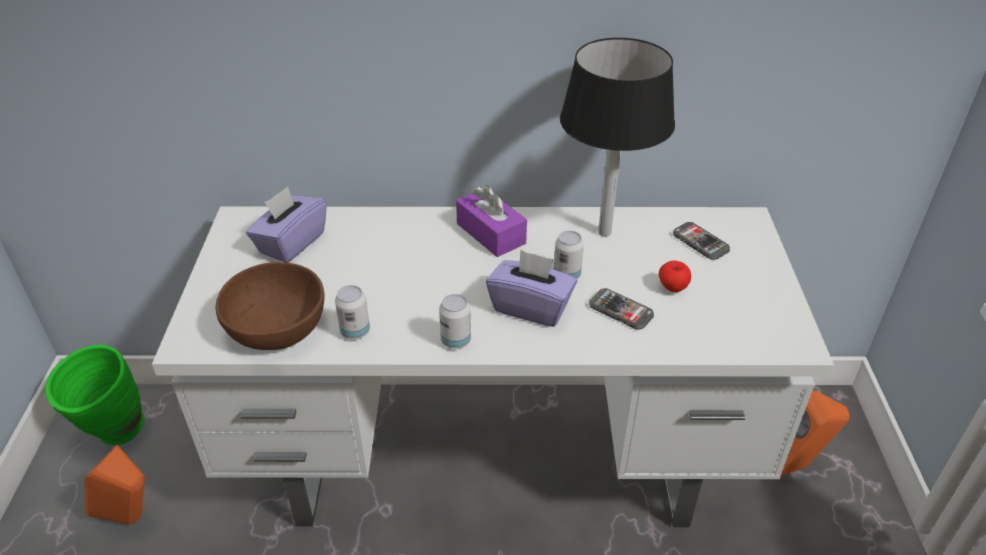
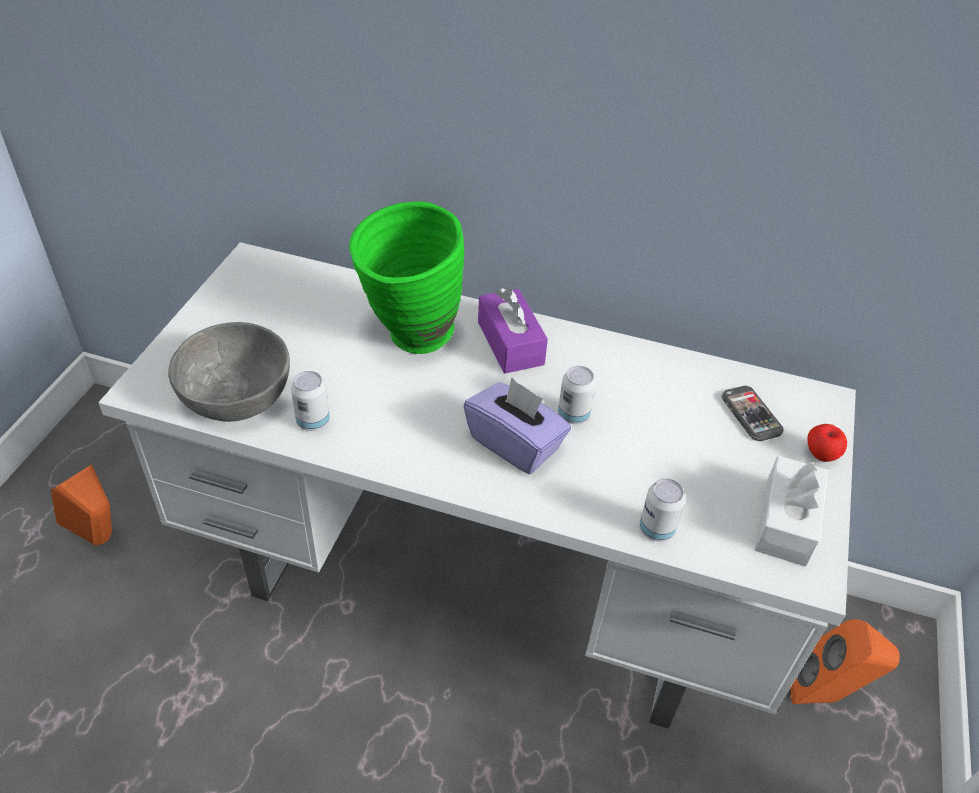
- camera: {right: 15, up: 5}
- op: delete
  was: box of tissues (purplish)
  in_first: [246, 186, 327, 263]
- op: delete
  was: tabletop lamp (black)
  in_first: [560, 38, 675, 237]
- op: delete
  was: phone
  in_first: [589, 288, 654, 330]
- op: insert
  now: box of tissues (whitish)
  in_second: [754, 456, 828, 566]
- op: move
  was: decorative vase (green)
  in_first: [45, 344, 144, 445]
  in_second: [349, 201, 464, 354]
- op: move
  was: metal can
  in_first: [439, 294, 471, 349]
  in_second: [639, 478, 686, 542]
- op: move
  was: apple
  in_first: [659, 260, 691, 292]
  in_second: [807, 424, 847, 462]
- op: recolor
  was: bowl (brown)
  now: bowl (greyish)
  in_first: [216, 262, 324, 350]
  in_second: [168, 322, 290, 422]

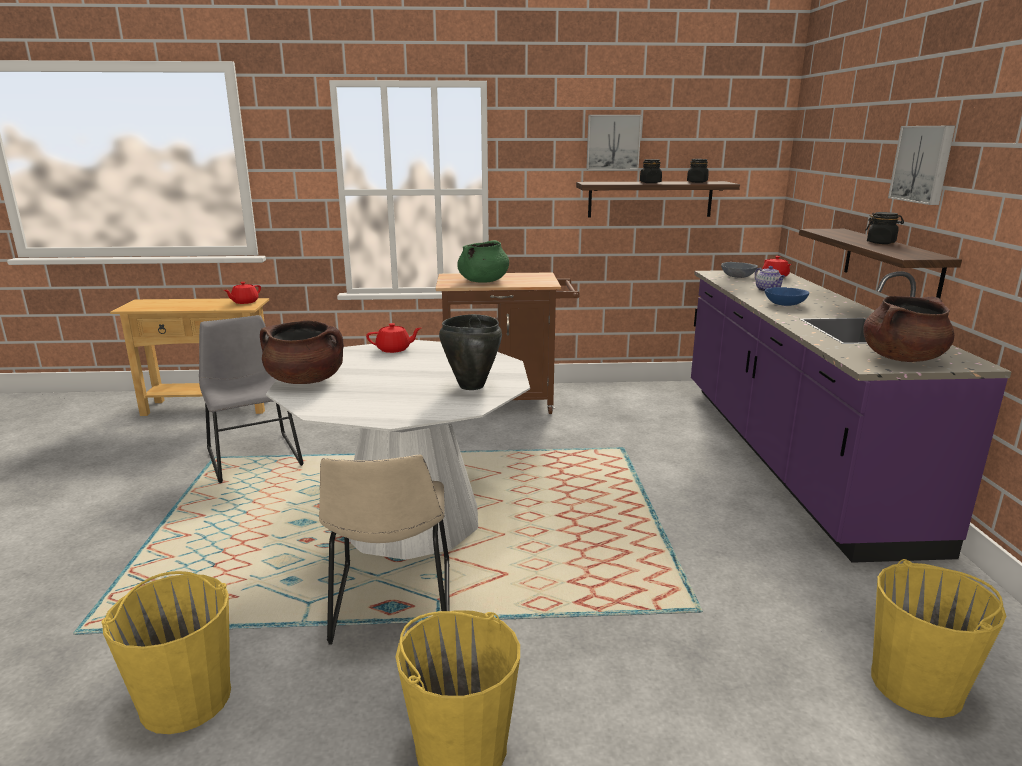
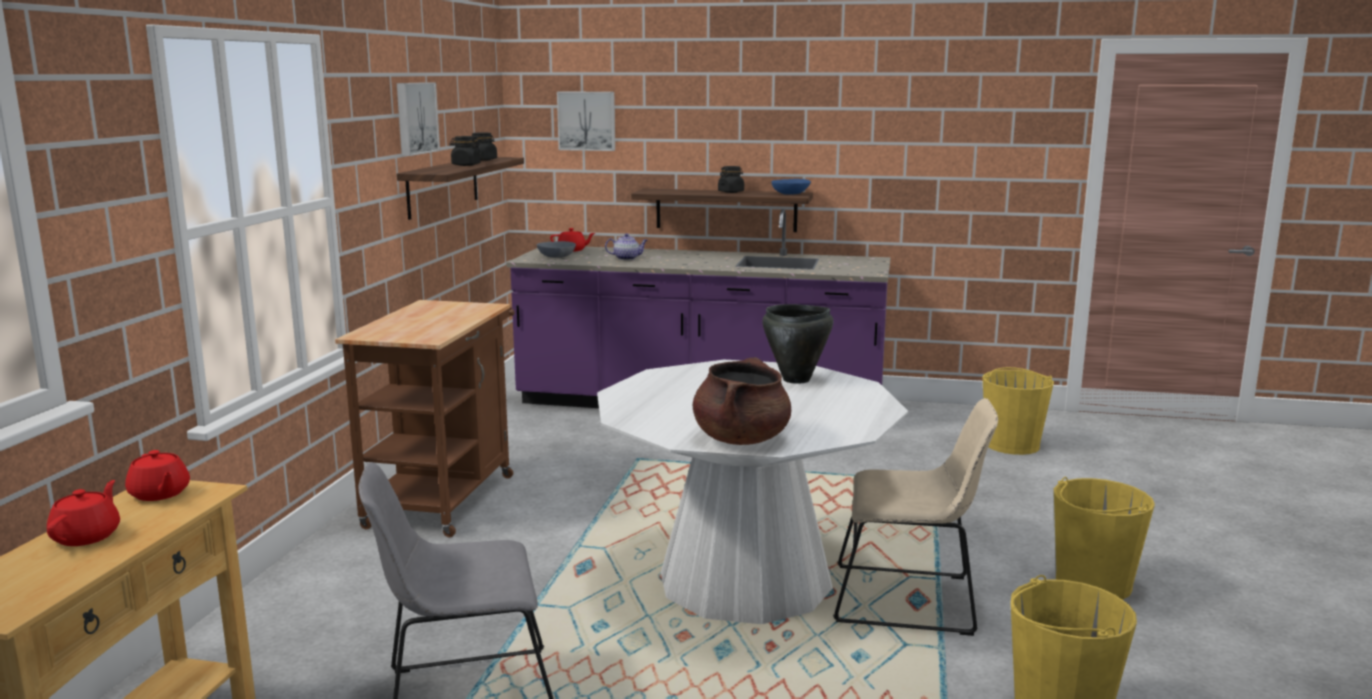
- camera: {right: -75, up: -5}
- op: delete
  was: stockpot (green)
  in_first: [457, 240, 509, 283]
- op: delete
  was: stockpot (brown)
  in_first: [863, 296, 954, 362]
- op: move
  was: tea pot (red-coloured)
  in_first: [366, 323, 421, 353]
  in_second: [47, 480, 120, 546]
- op: move
  was: bowl (blue-coloured)
  in_first: [765, 287, 809, 306]
  in_second: [771, 179, 811, 195]
- op: move
  was: picture
  in_first: [888, 126, 955, 205]
  in_second: [557, 92, 615, 151]

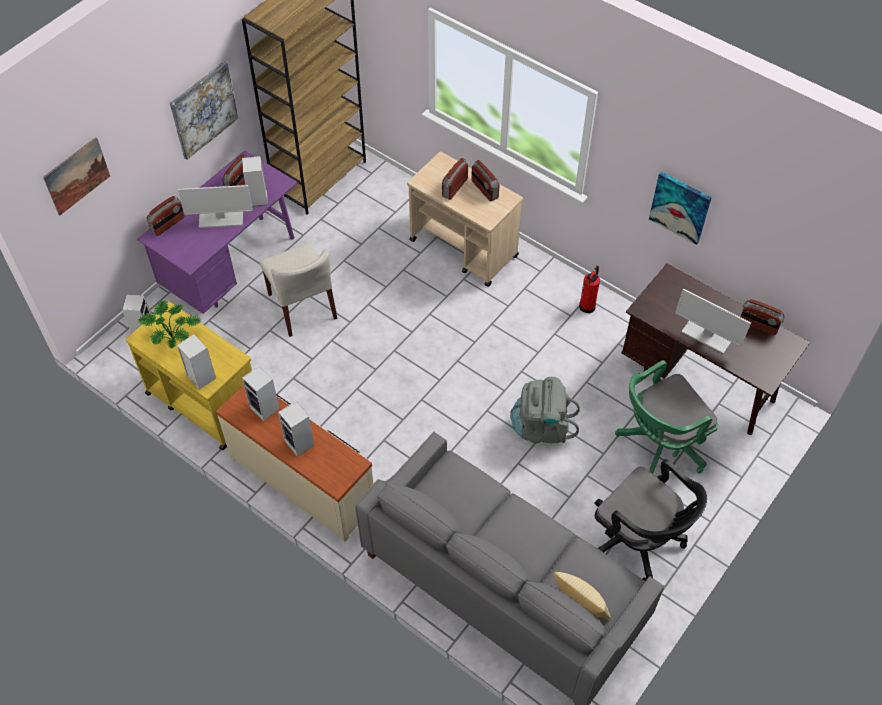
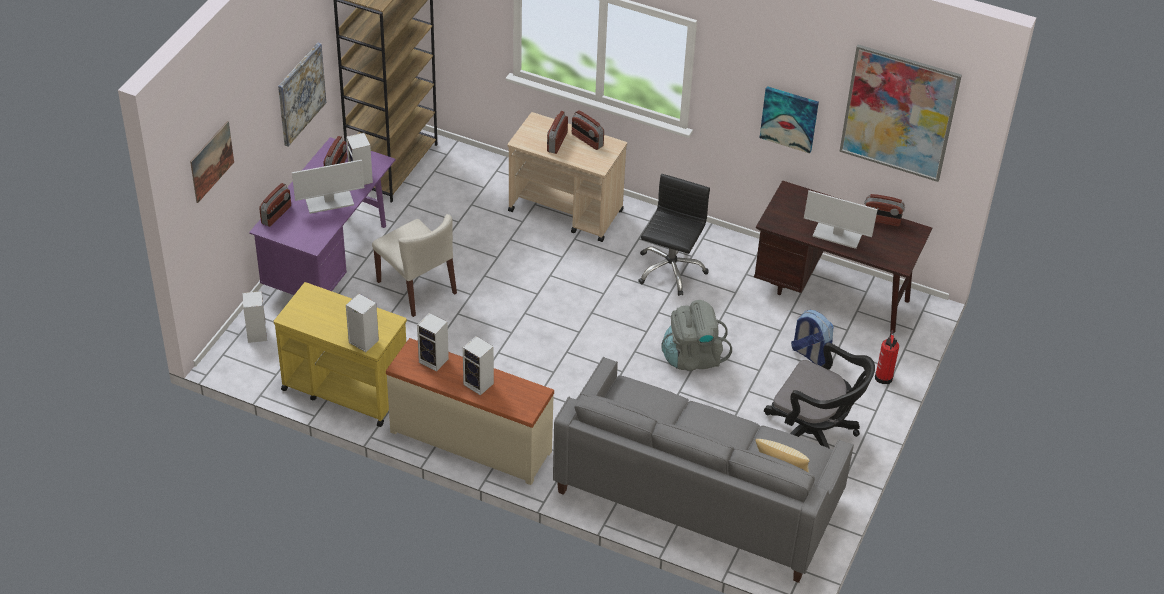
- camera: {right: -15, up: -10}
- op: delete
  was: plant in a pot
  in_first: [139, 300, 201, 348]
- op: insert
  now: computer chair (black)
  in_second: [638, 174, 710, 296]
- op: insert
  now: picture
  in_second: [839, 45, 962, 182]
- op: move
  was: fire extinguisher
  in_first: [579, 266, 600, 313]
  in_second: [875, 330, 899, 384]
- op: replace
  was: computer chair (green)
  now: backpack
  in_first: [615, 360, 718, 474]
  in_second: [791, 310, 834, 366]

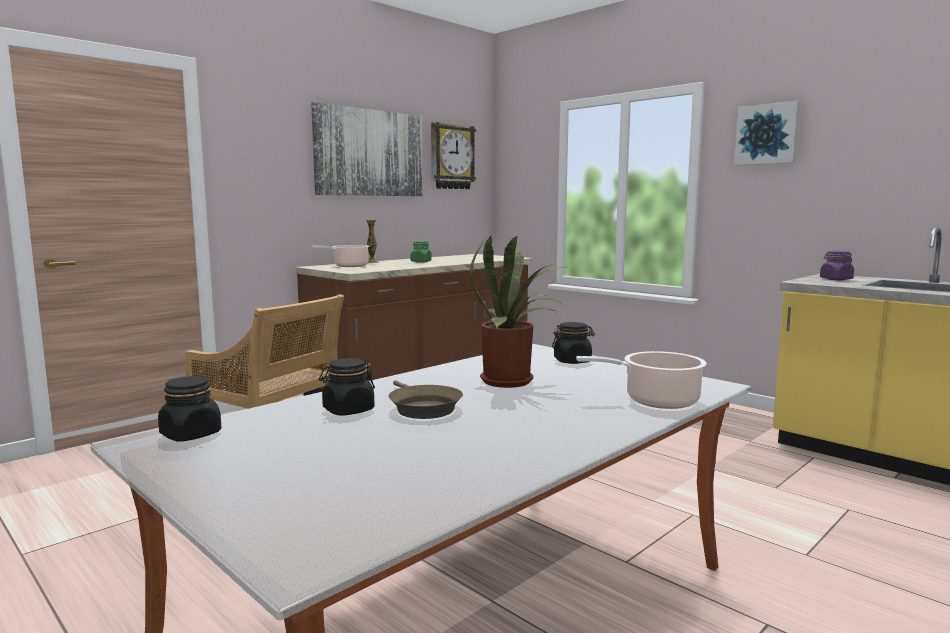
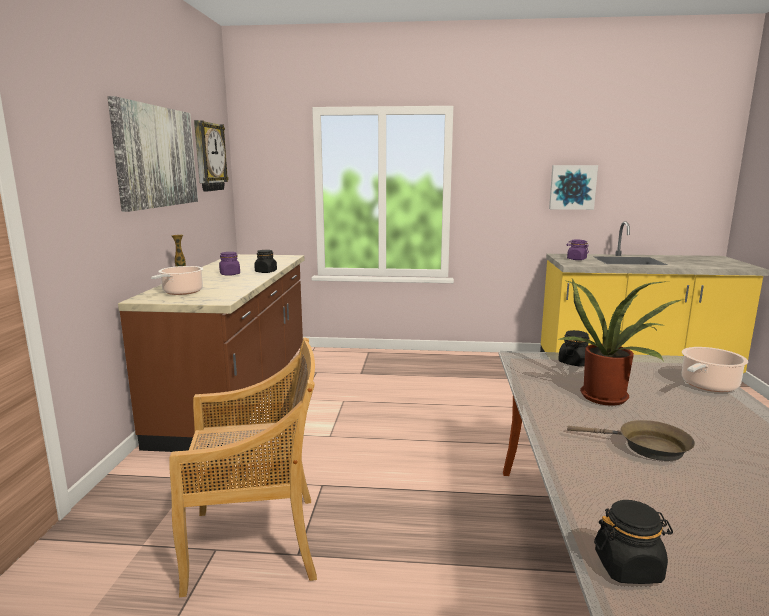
- camera: {right: -40, up: 5}
- op: move
  was: jar (black)
  in_first: [319, 358, 375, 416]
  in_second: [254, 250, 277, 273]
- op: move
  was: picture
  in_first: [734, 101, 800, 165]
  in_second: [549, 165, 598, 210]
- op: recolor
  was: jar (green)
  now: jar (purplish)
  in_first: [411, 241, 432, 263]
  in_second: [219, 252, 240, 276]

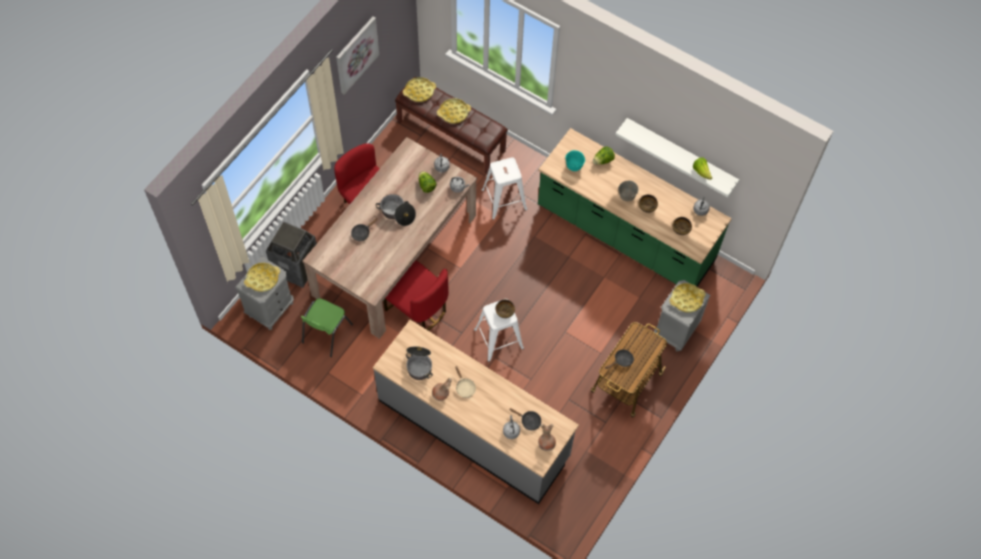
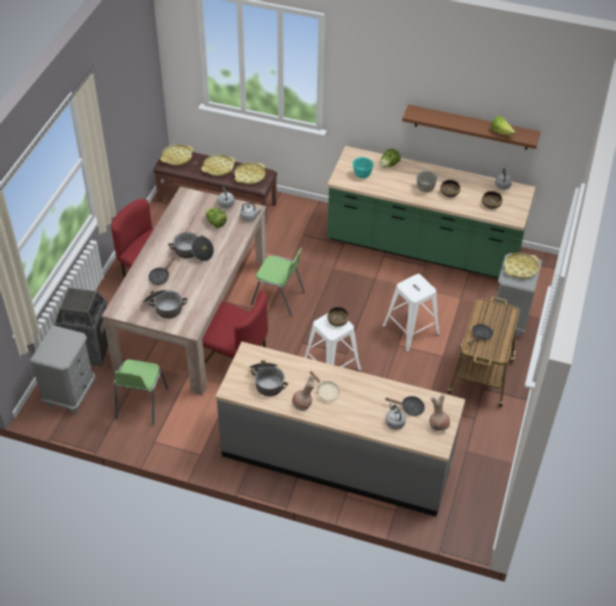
- camera: {right: -15, up: -15}
- op: delete
  was: picture
  in_first: [336, 17, 379, 94]
- op: insert
  now: stockpot
  in_second: [142, 290, 187, 318]
- op: insert
  now: chair (green)
  in_second: [251, 248, 305, 316]
- op: move
  was: tray (yellow-coloured)
  in_first: [244, 263, 280, 292]
  in_second: [234, 162, 265, 184]
- op: move
  was: stool (whitish)
  in_first: [482, 157, 527, 220]
  in_second: [382, 274, 440, 352]
- op: recolor
  was: shelf (whitish)
  now: shelf (brown)
  in_first: [615, 118, 739, 197]
  in_second: [402, 105, 541, 150]

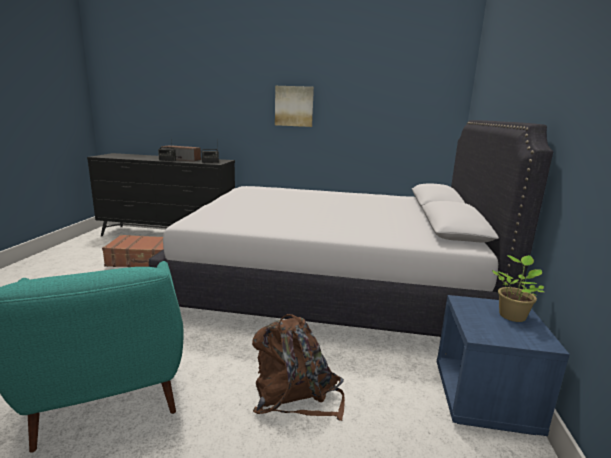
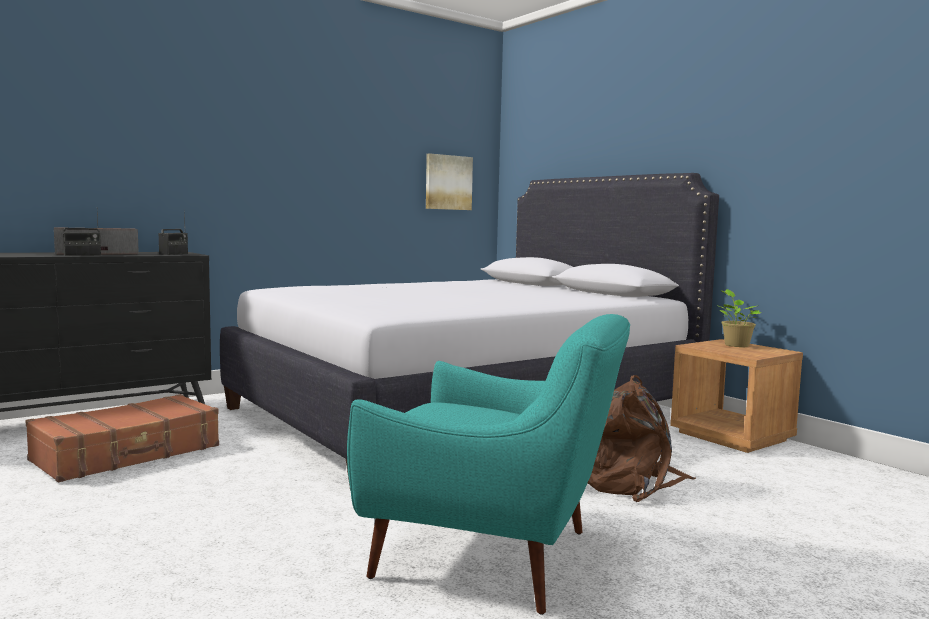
- camera: {right: -45, up: -10}
- op: move
  was: picture
  in_first: [275, 86, 314, 127]
  in_second: [426, 153, 473, 210]
- op: recolor
  was: bedside table (blue-coloured)
  now: bedside table (brown)
  in_first: [437, 295, 570, 436]
  in_second: [670, 339, 803, 453]

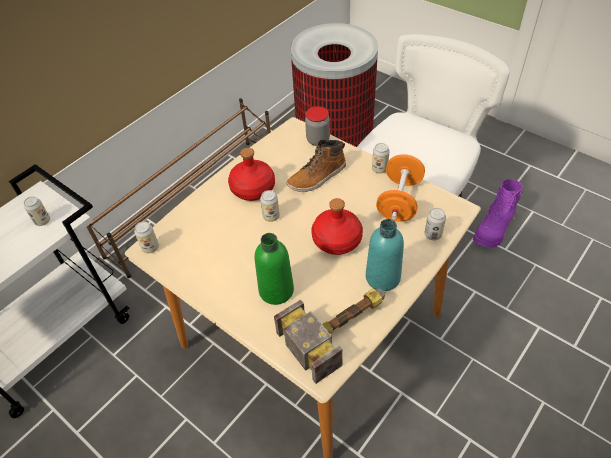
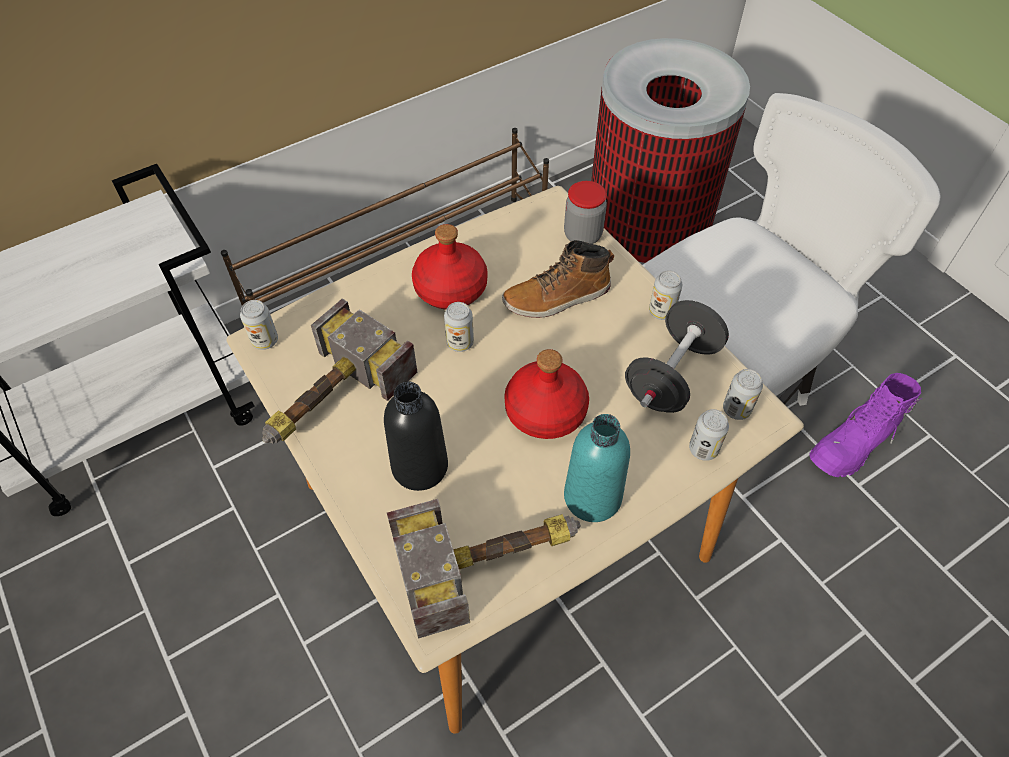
- camera: {right: 15, up: 5}
- op: insert
  now: tool hammer
  in_second: [262, 298, 417, 444]
- op: move
  was: metal can
  in_first: [24, 196, 50, 226]
  in_second: [723, 369, 763, 420]
- op: recolor
  was: beverage bottle (green)
  now: beverage bottle (black)
  in_first: [255, 233, 294, 305]
  in_second: [384, 381, 448, 491]
- op: recolor
  was: free weight (orange-coloured)
  now: free weight (black)
  in_first: [376, 154, 425, 221]
  in_second: [625, 300, 729, 413]

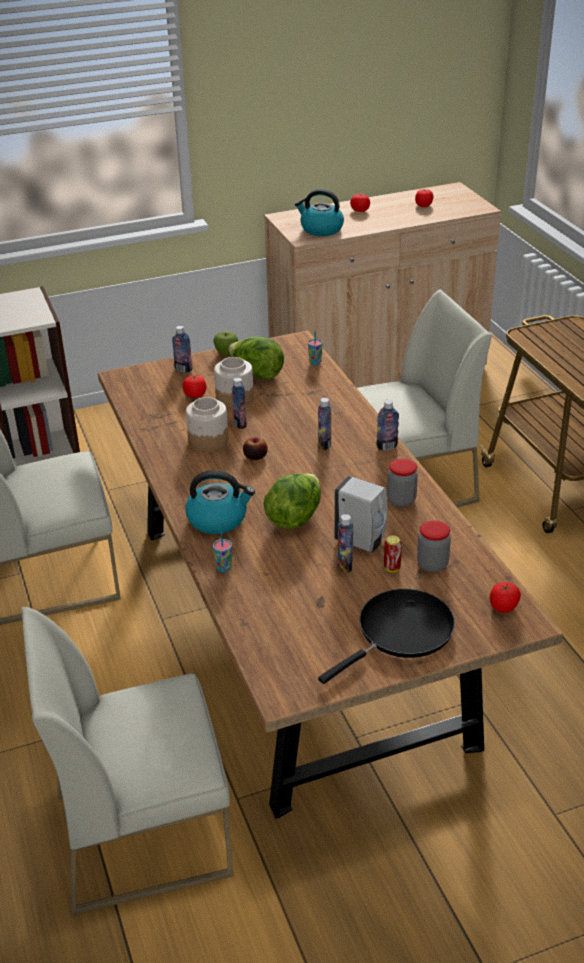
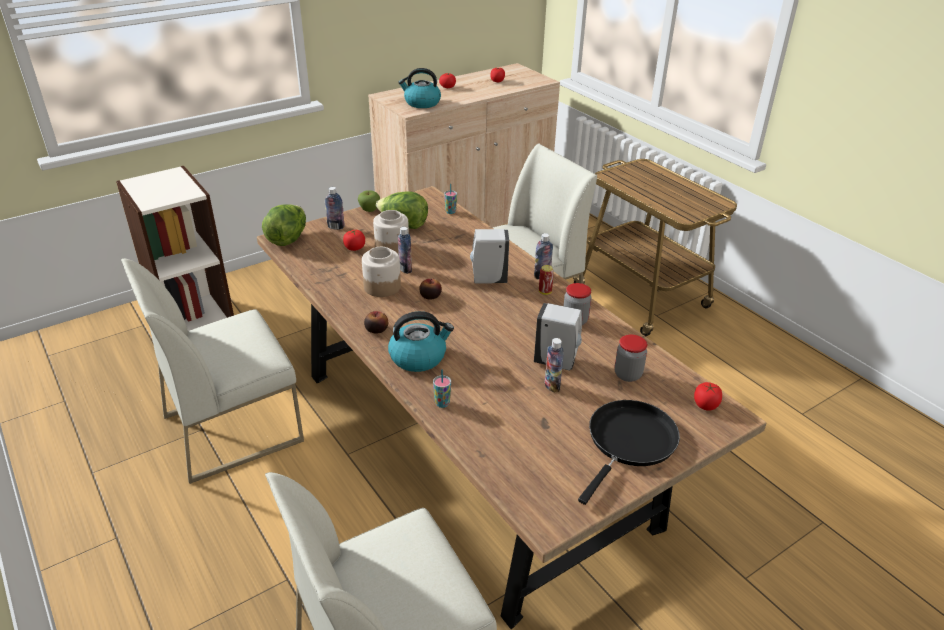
- camera: {right: -15, up: 0}
- op: insert
  now: apple
  in_second: [364, 311, 388, 334]
- op: move
  was: lettuce
  in_first: [263, 473, 321, 529]
  in_second: [262, 204, 306, 246]
- op: move
  was: metal can
  in_first: [384, 535, 402, 572]
  in_second: [539, 265, 554, 295]
- op: replace
  was: beverage bottle
  now: soap dispenser (whitish)
  in_first: [318, 398, 331, 450]
  in_second: [470, 229, 509, 283]

